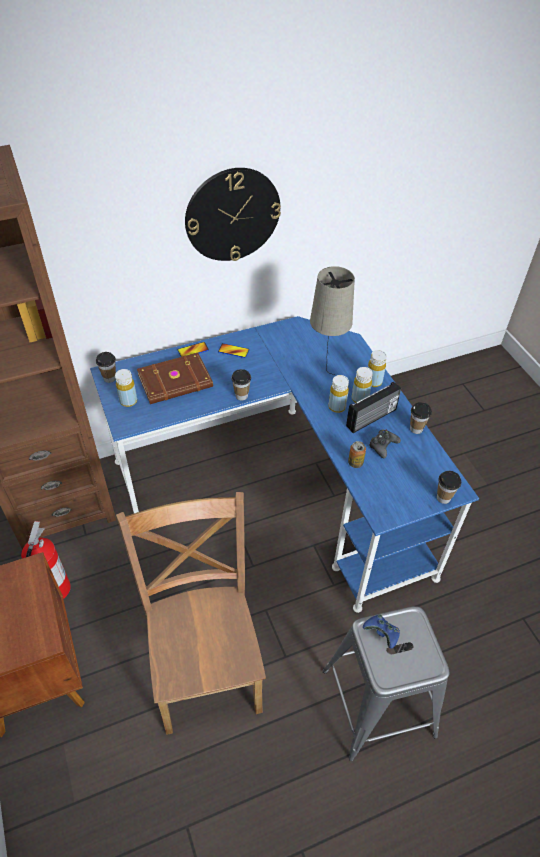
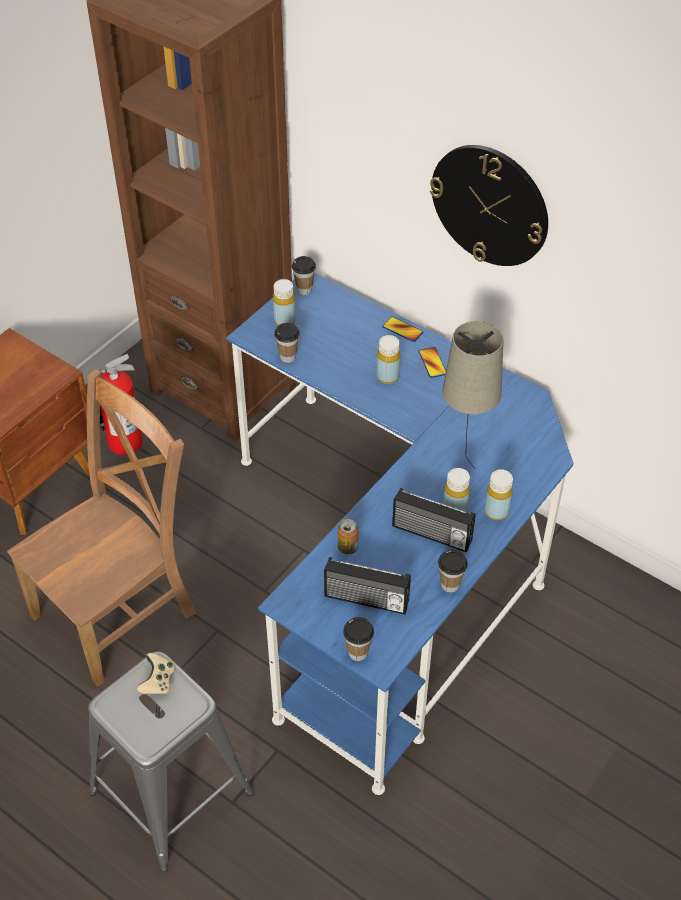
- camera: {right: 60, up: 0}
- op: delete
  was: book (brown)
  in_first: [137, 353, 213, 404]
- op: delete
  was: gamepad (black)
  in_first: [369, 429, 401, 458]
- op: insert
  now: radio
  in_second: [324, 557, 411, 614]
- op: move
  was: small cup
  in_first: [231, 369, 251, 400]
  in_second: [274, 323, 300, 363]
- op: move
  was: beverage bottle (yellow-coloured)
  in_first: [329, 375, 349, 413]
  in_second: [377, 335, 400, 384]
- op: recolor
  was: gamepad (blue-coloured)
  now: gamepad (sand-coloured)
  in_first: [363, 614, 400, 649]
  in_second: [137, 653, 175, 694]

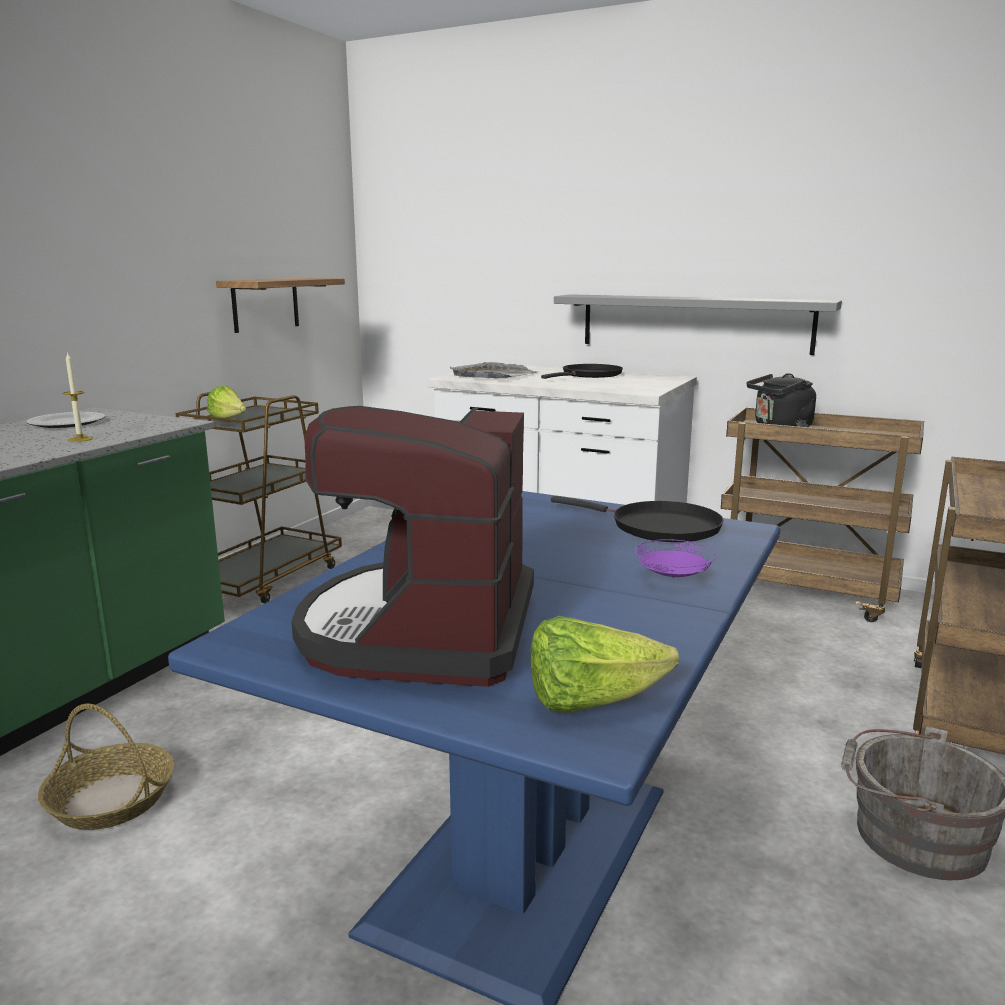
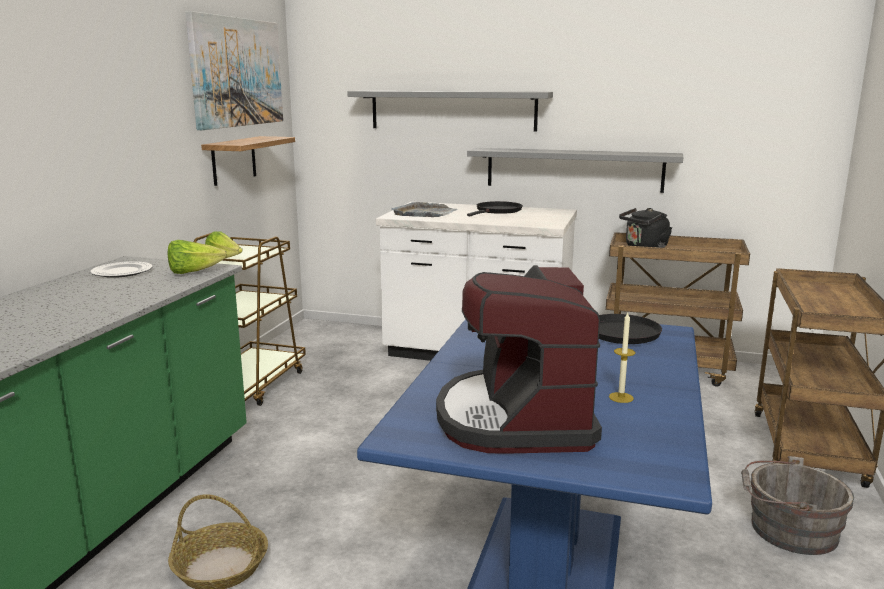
- camera: {right: -10, up: 0}
- op: delete
  was: plate (purplish)
  in_first: [634, 539, 716, 578]
- op: insert
  now: picture
  in_second: [185, 11, 283, 130]
- op: insert
  now: shelf (greyish)
  in_second: [347, 91, 553, 131]
- op: move
  was: wax light
  in_first: [62, 352, 93, 442]
  in_second: [609, 313, 636, 403]
- op: move
  was: lettuce
  in_first: [530, 616, 679, 713]
  in_second: [168, 240, 227, 274]

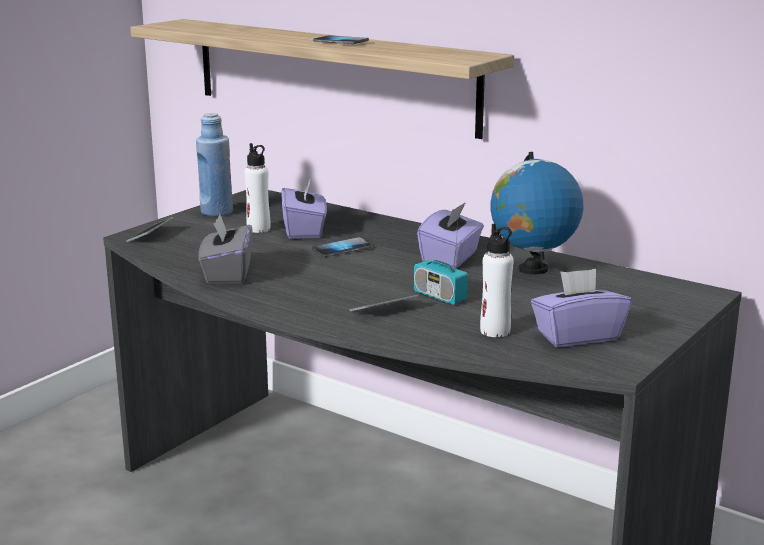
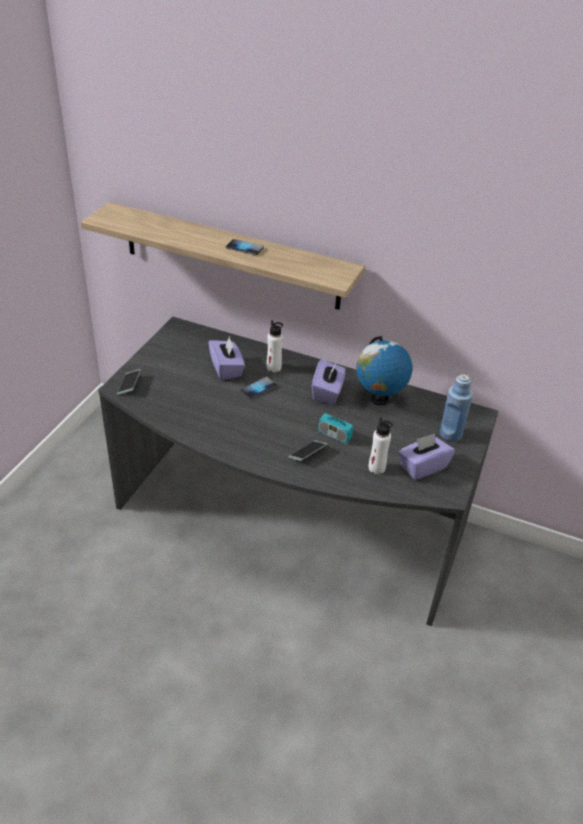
- camera: {right: -15, up: 20}
- op: delete
  was: box of tissues (greyish)
  in_first: [198, 214, 252, 284]
- op: move
  was: beverage bottle (blue-coloured)
  in_first: [196, 113, 233, 217]
  in_second: [439, 374, 473, 442]
- op: move
  was: beverage bottle (whitish)
  in_first: [244, 143, 270, 233]
  in_second: [267, 320, 283, 372]

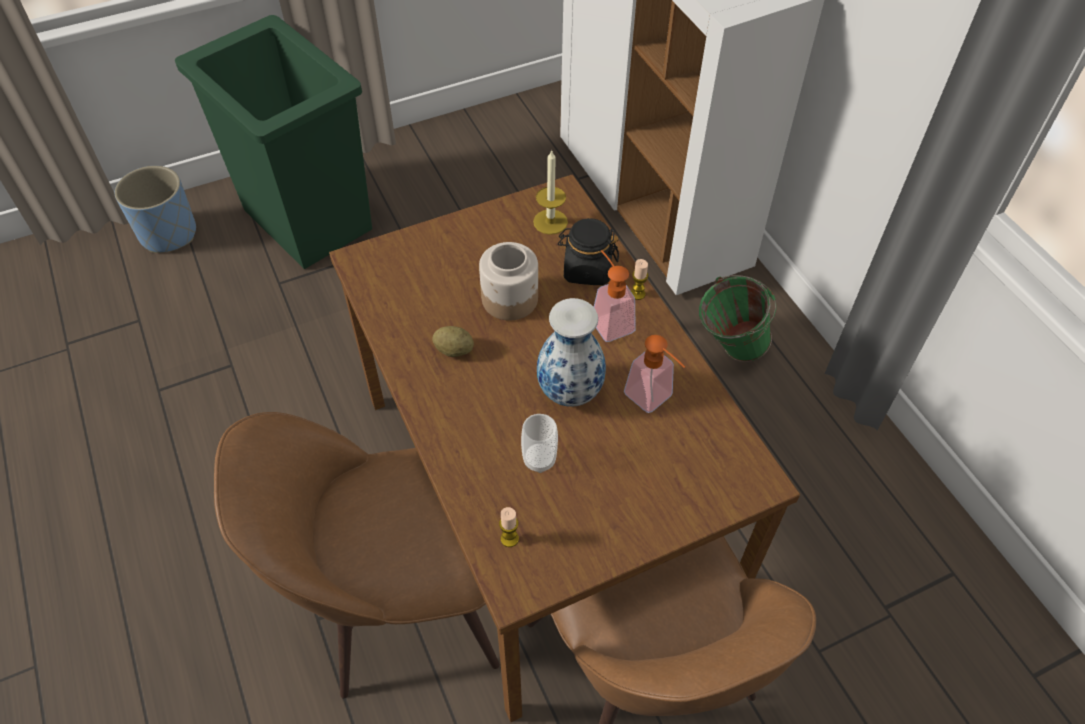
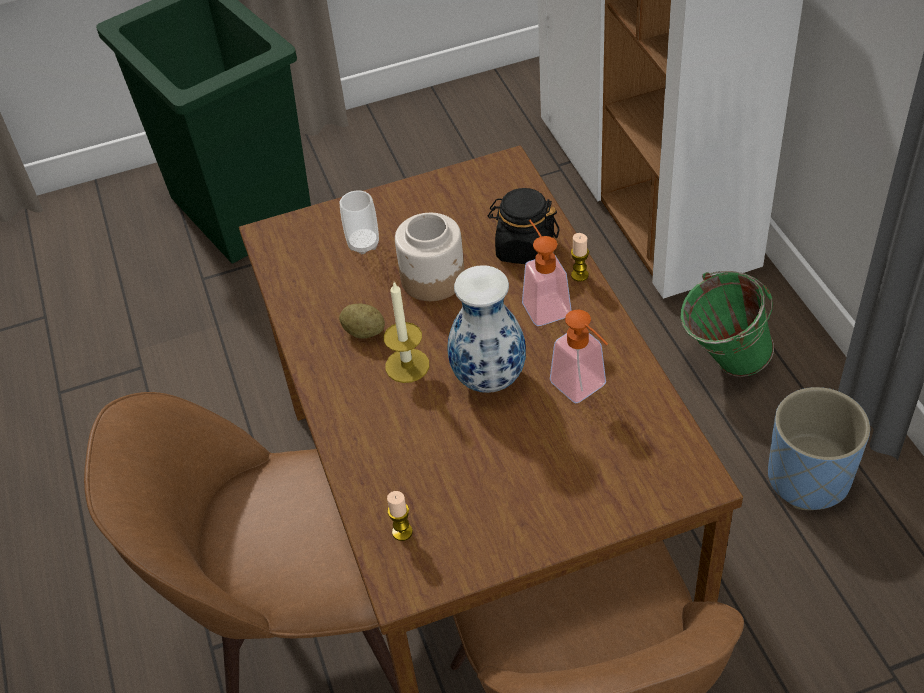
- camera: {right: 10, up: -5}
- op: move
  was: planter (blue-coloured)
  in_first: [115, 166, 196, 253]
  in_second: [768, 387, 870, 510]
- op: move
  was: small cup
  in_first: [521, 414, 558, 473]
  in_second: [339, 190, 379, 254]
- op: move
  was: wax light
  in_first: [533, 149, 568, 235]
  in_second: [384, 282, 429, 383]

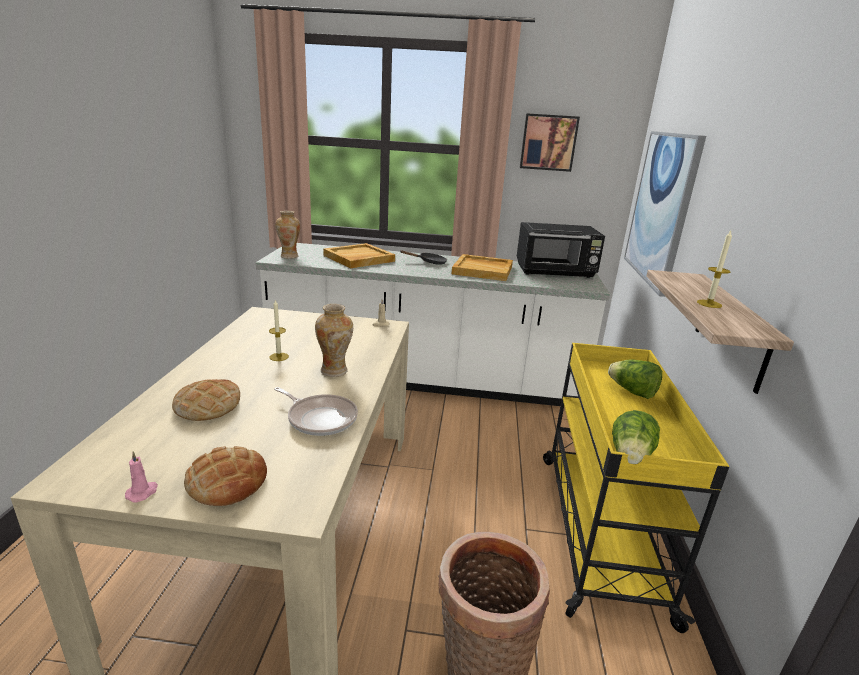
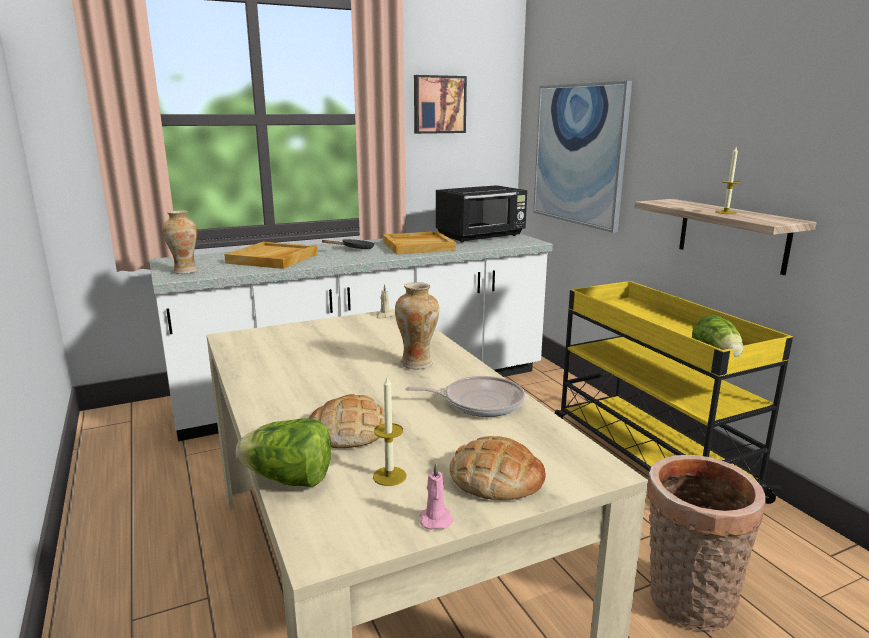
- camera: {right: -30, up: -5}
- op: move
  was: wax light
  in_first: [269, 300, 289, 361]
  in_second: [373, 375, 406, 486]
- op: move
  was: lettuce
  in_first: [608, 360, 662, 399]
  in_second: [236, 418, 331, 487]

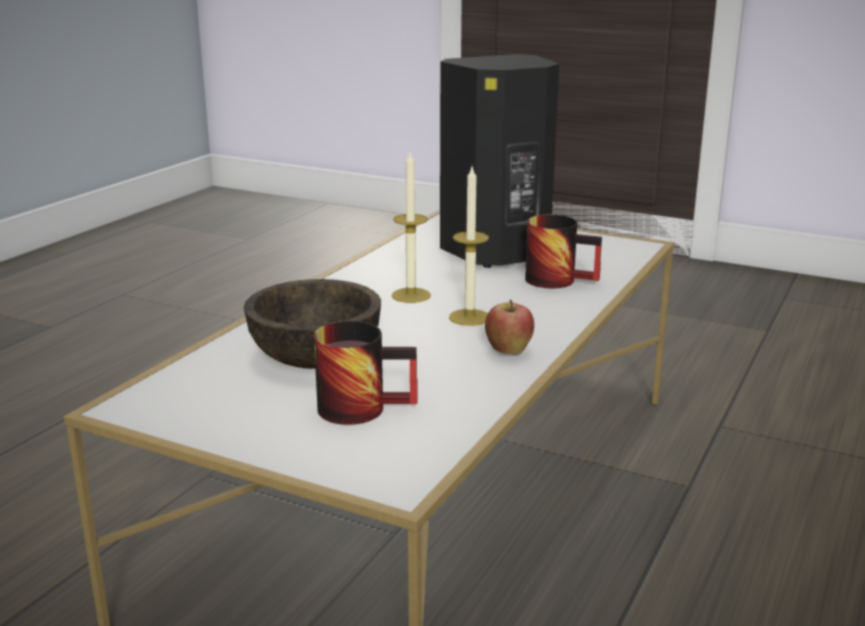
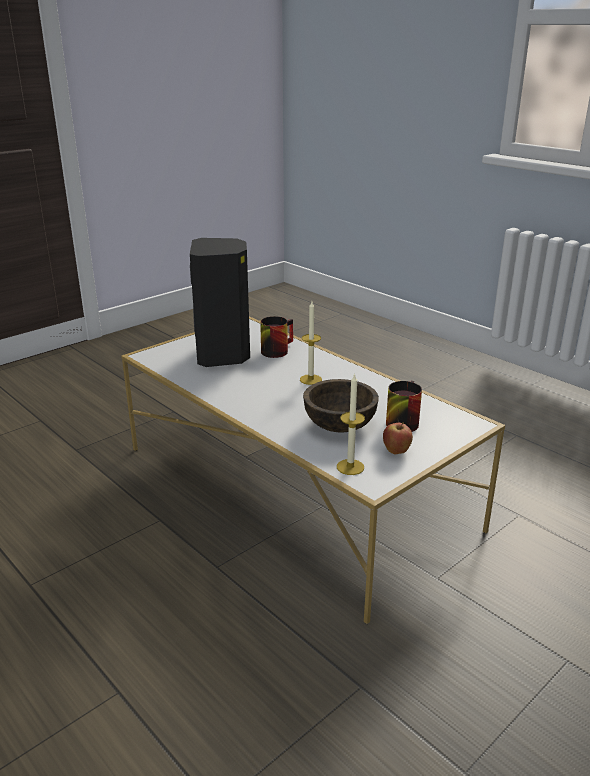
- camera: {right: -70, up: 5}
- op: move
  was: wax light
  in_first: [392, 152, 431, 303]
  in_second: [337, 373, 365, 475]
- op: move
  was: apple
  in_first: [485, 299, 534, 355]
  in_second: [383, 422, 413, 455]

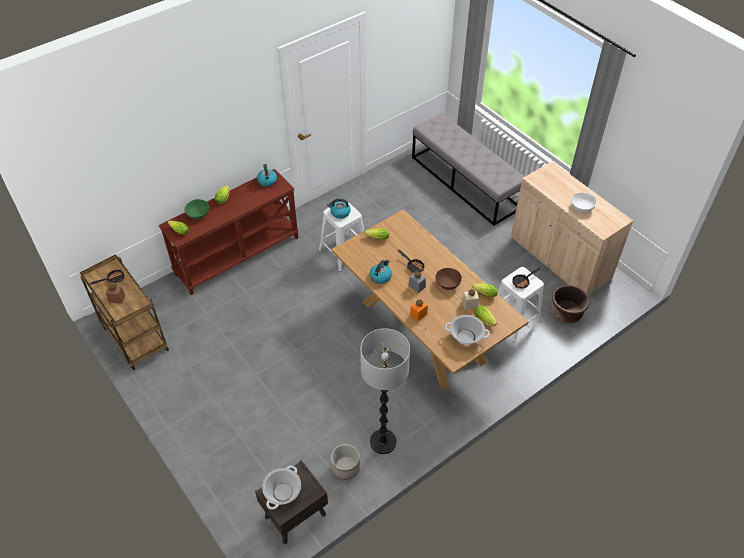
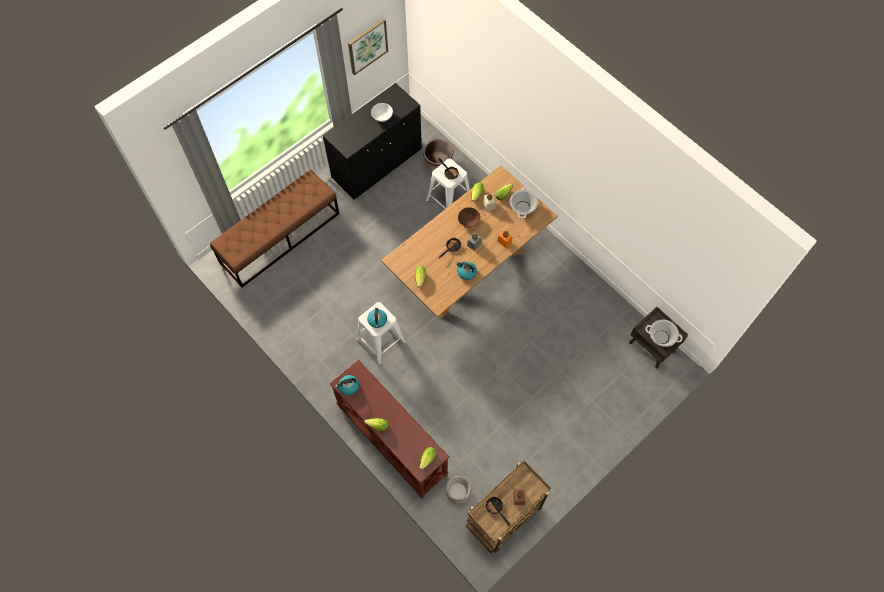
- camera: {right: -95, up: 15}
- op: delete
  was: bowl (green)
  in_first: [184, 199, 209, 219]
- op: delete
  was: standard lamp
  in_first: [360, 328, 410, 454]
- op: insert
  now: picture
  in_second: [348, 18, 388, 75]
- op: move
  was: planter
  in_first: [331, 444, 360, 480]
  in_second: [446, 476, 471, 504]
- op: recolor
  was: bench (greyish)
  now: bench (brown)
  in_first: [412, 113, 525, 226]
  in_second: [210, 170, 339, 288]
- op: recolor
  was: cupboard (sand-coloured)
  now: cupboard (black)
  in_first: [511, 161, 633, 295]
  in_second: [323, 83, 422, 200]

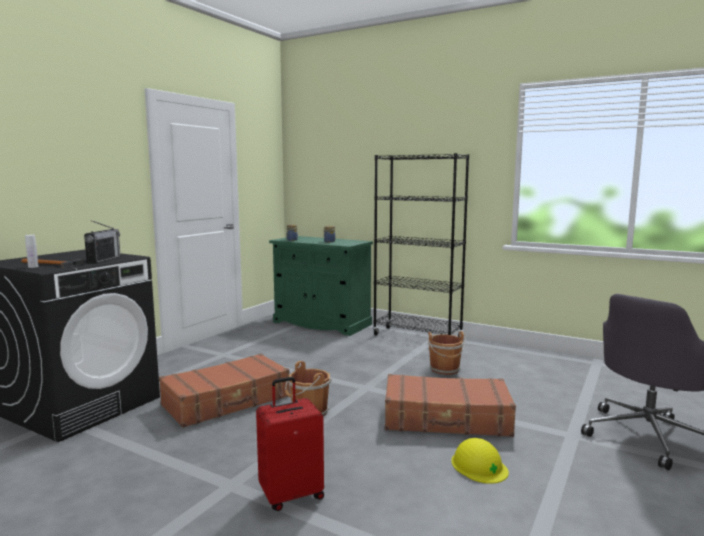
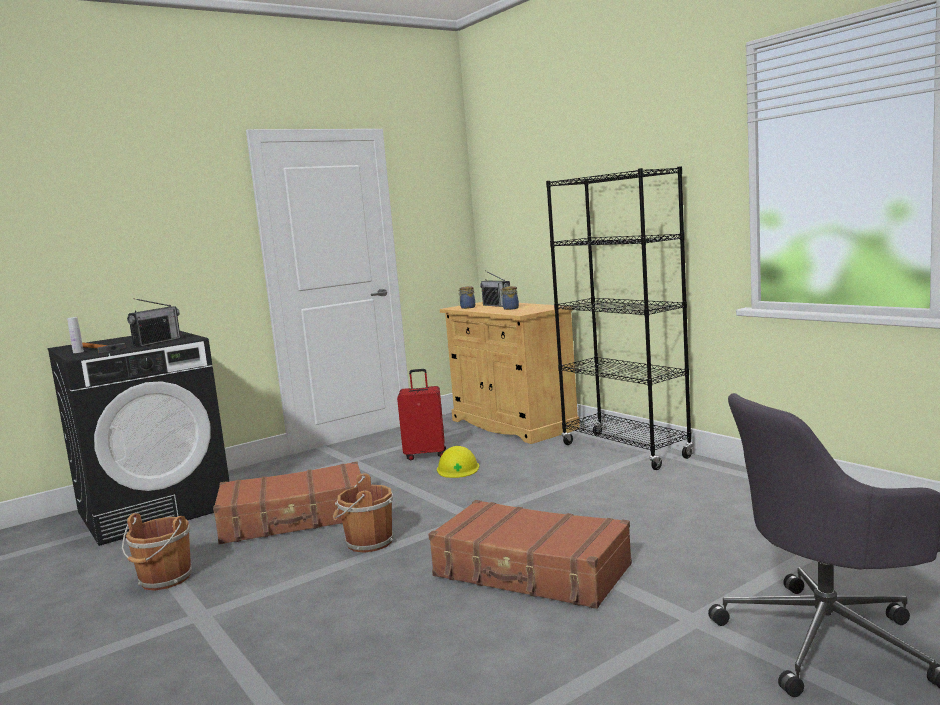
- camera: {right: 25, up: 0}
- op: insert
  now: radio
  in_second: [480, 270, 510, 307]
- op: move
  was: travel case (red-coloured)
  in_first: [256, 377, 324, 511]
  in_second: [397, 369, 446, 460]
- op: move
  was: pail (brown)
  in_first: [428, 331, 466, 375]
  in_second: [122, 513, 192, 591]
- op: move
  was: hard hat (yellow-coloured)
  in_first: [451, 438, 509, 484]
  in_second: [437, 446, 479, 478]
- op: recolor
  was: cupboard (green)
  now: cupboard (sand-coloured)
  in_first: [269, 236, 373, 336]
  in_second: [440, 302, 580, 444]

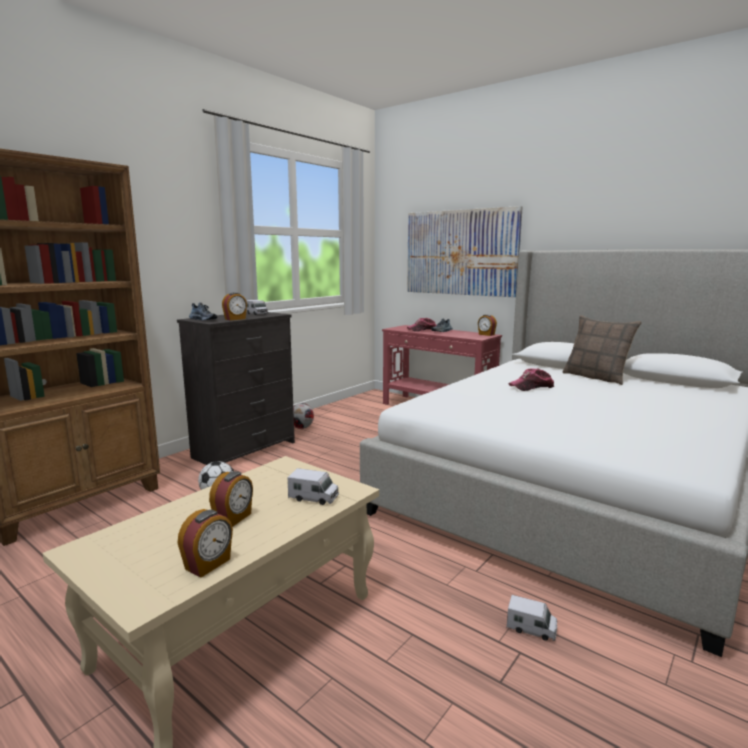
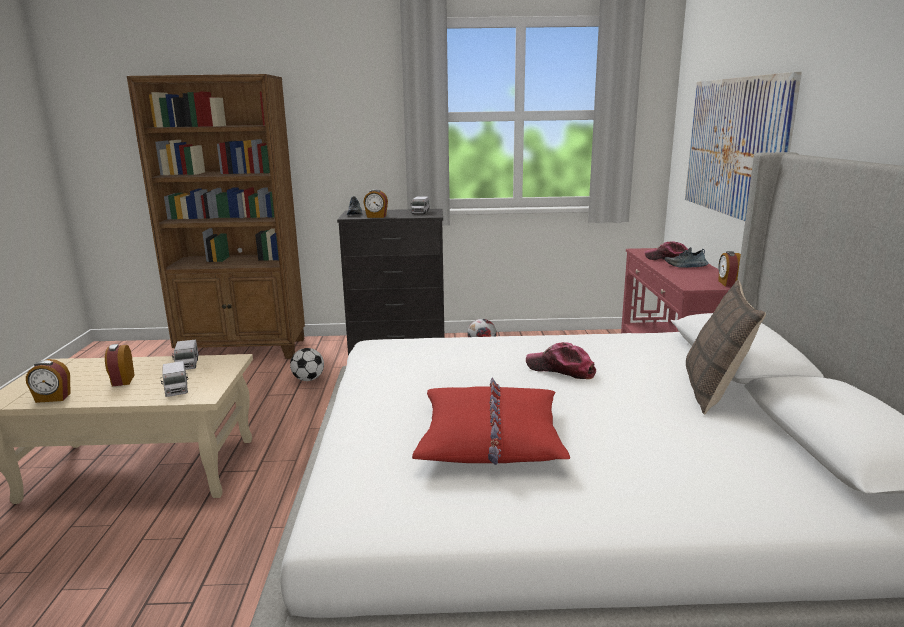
- camera: {right: 50, up: 5}
- op: insert
  now: pillow (red-coloured)
  in_second: [412, 377, 570, 465]
- op: move
  was: model truck
  in_first: [507, 595, 557, 641]
  in_second: [172, 340, 199, 370]
- op: rotate
  was: table clock
  in_first: [209, 471, 253, 527]
  in_second: [105, 344, 134, 386]
  clockwise: 90

